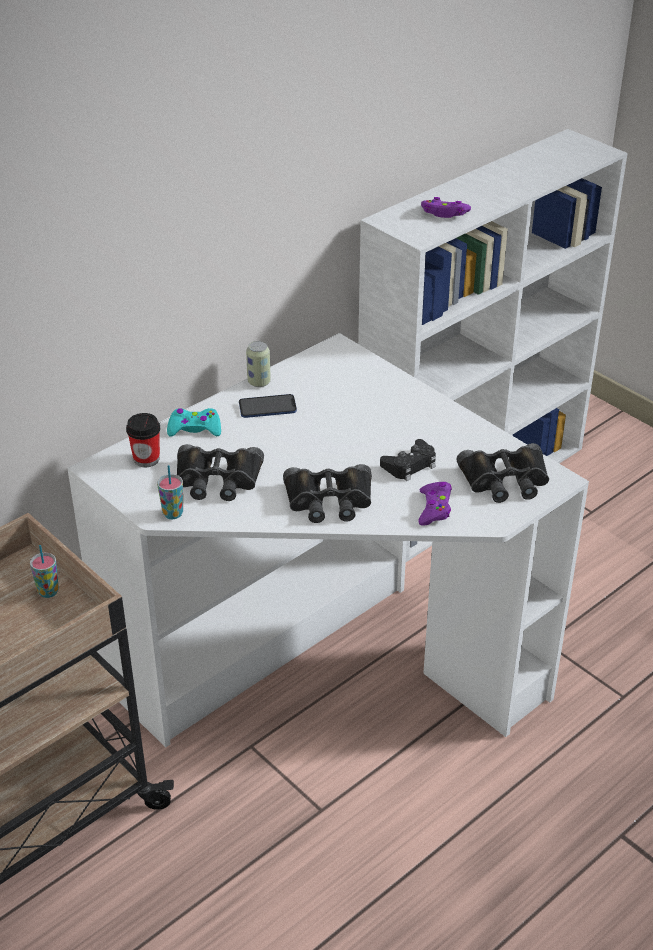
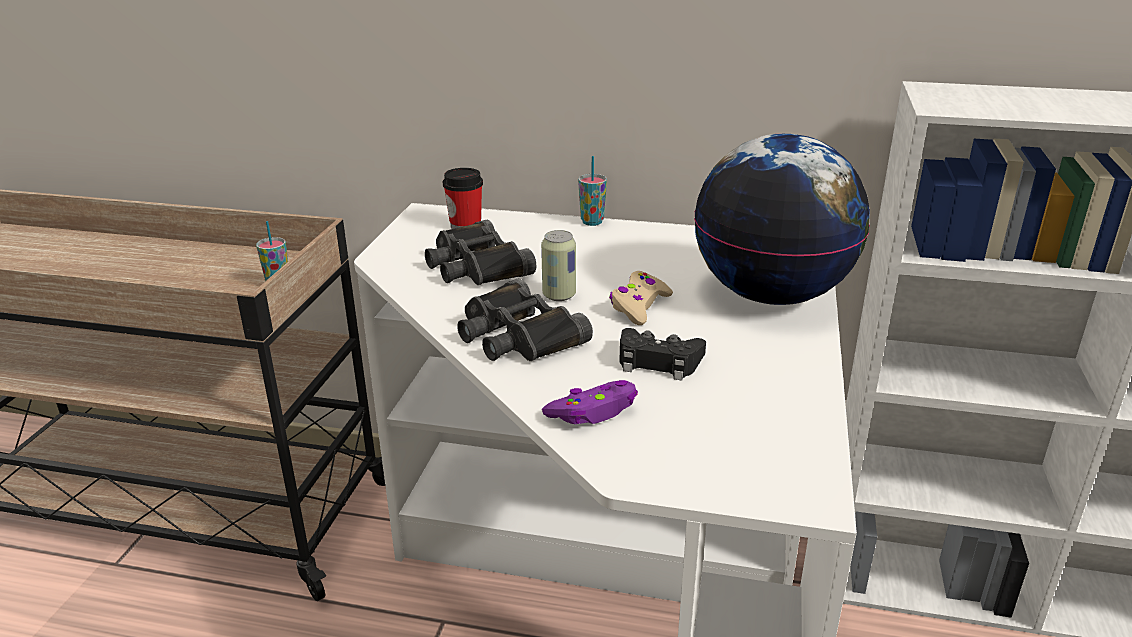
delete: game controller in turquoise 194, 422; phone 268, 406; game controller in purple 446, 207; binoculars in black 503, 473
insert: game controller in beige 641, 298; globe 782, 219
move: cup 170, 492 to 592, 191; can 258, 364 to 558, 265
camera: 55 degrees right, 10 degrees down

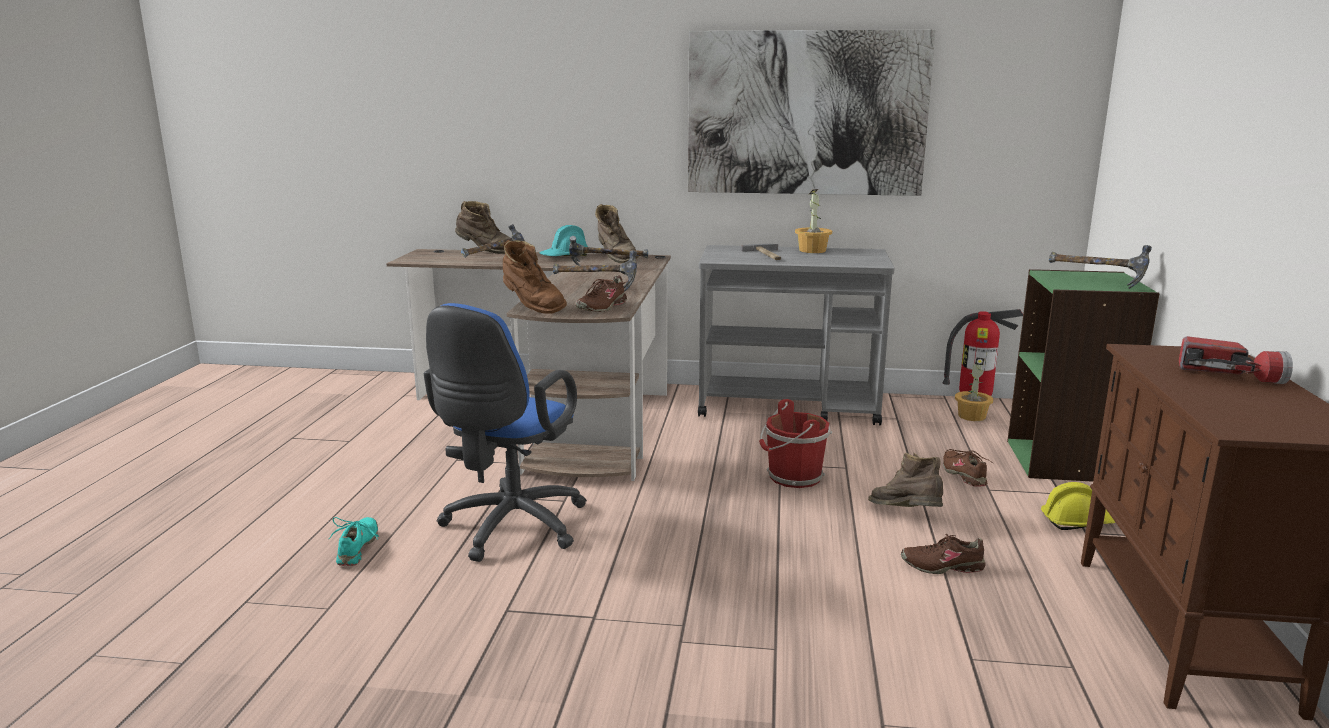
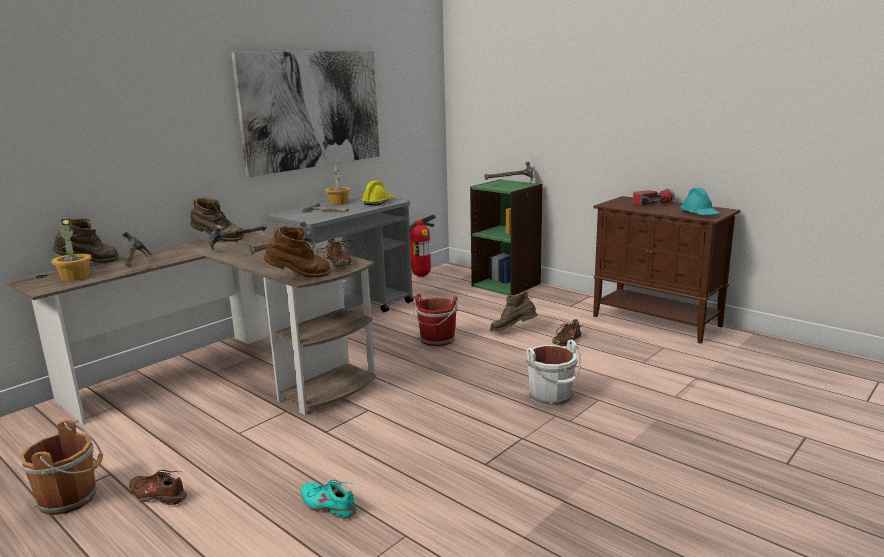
delete: office chair in blue 505, 432
insert: bucket in brown 61, 467; bucket in white 553, 373
move: hard hat in turquoise 564, 240 to 700, 201; shoe in brown 968, 468 to 158, 487; potted plant 974, 389 to 71, 249; hard hat in yellow 1078, 506 to 378, 193
camera: 55 degrees left, 0 degrees up

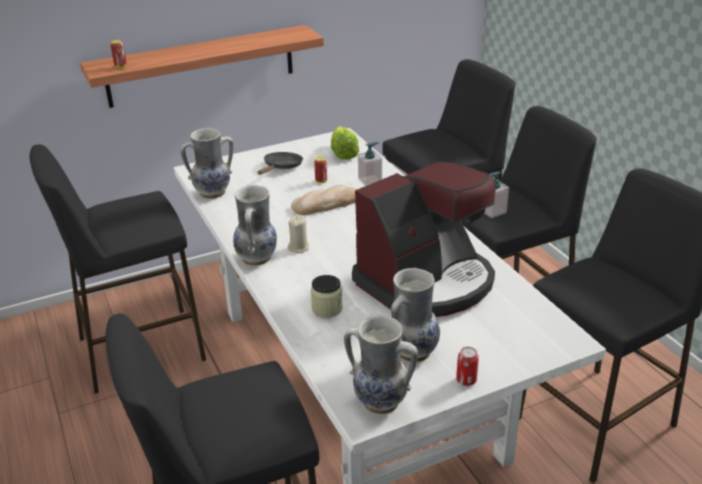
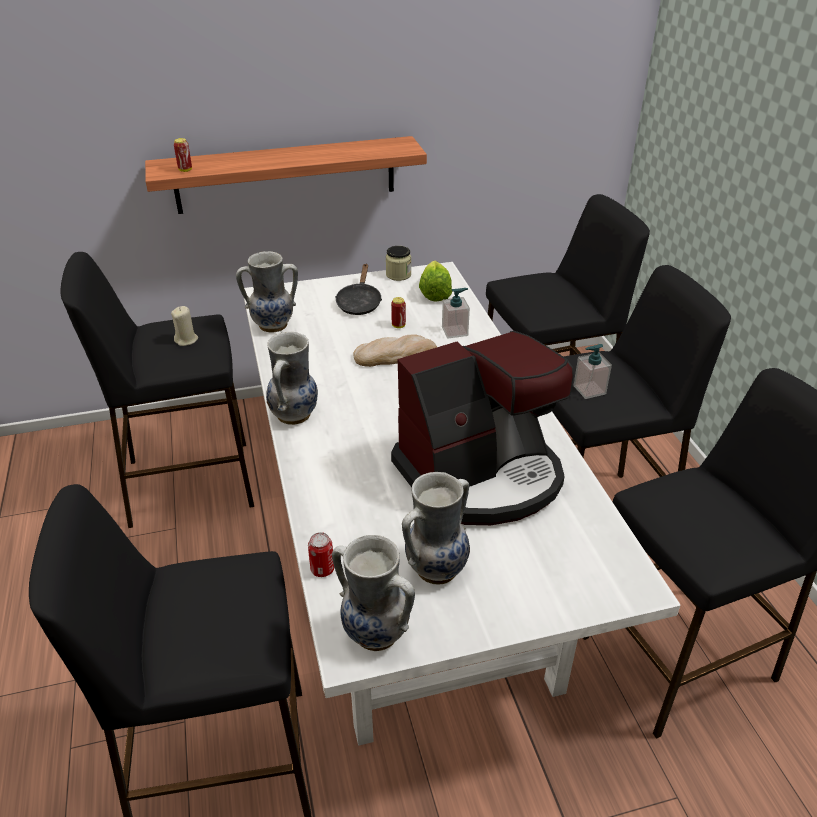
move: candle in beige 298, 234 to 184, 326; jar 327, 296 to 398, 263; can 467, 366 to 321, 554
rotate: frying pan in black 280, 163 = 358, 289 150 degrees clockwise
camera: 10 degrees right, 5 degrees up

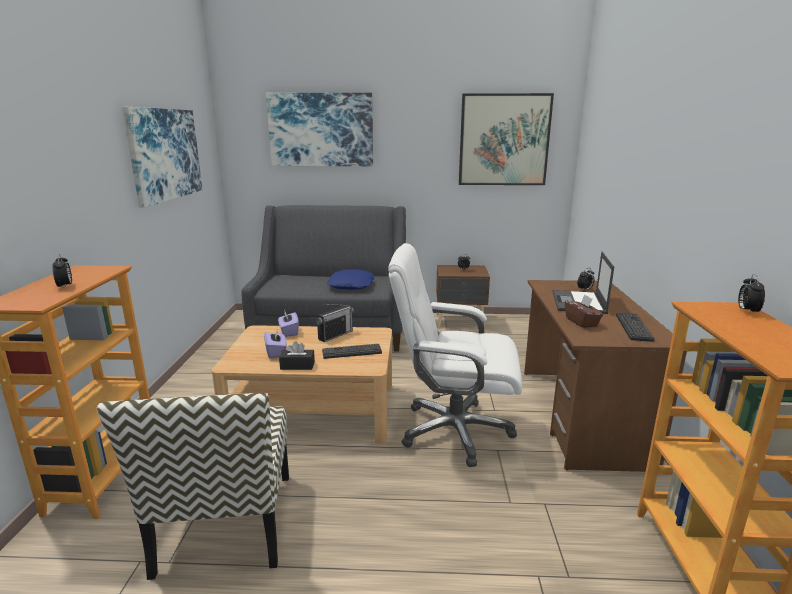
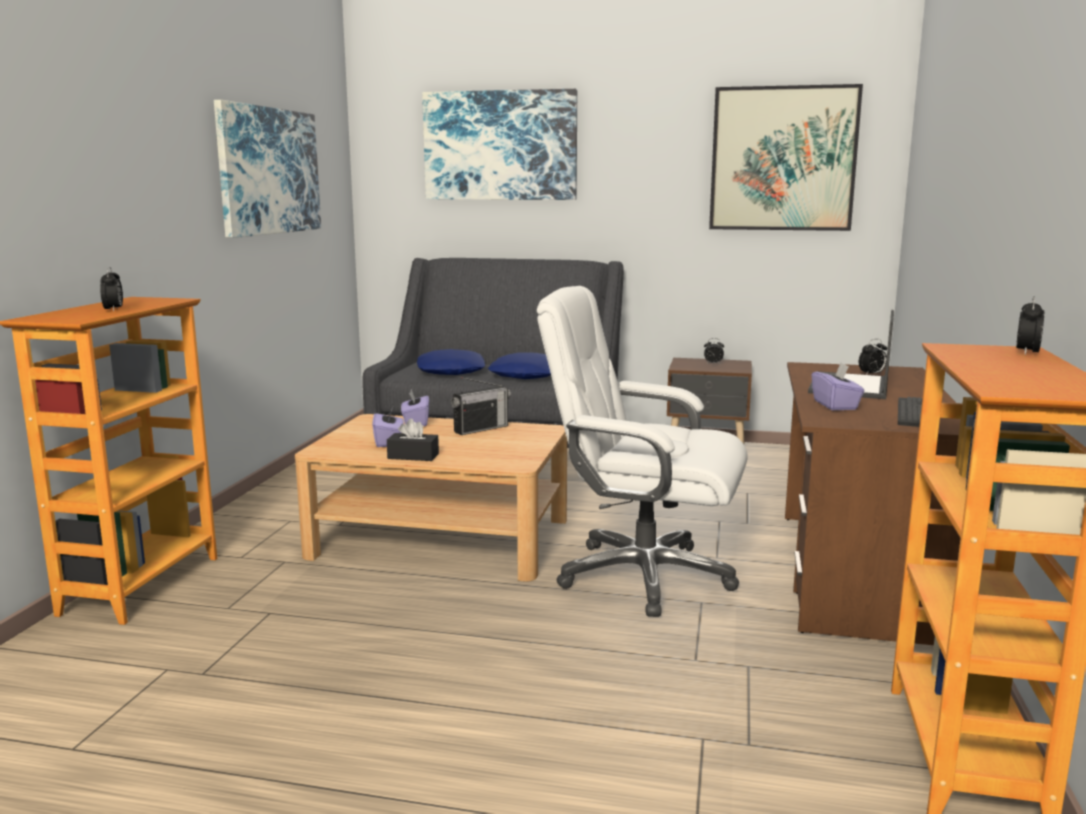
delete: chair 193, 486; keyboard 352, 351
insert: pillow in blue 451, 362
recolor: tissue box in brown 584, 311 to tissue box in purple 838, 386
camera: 10 degrees right, 5 degrees down

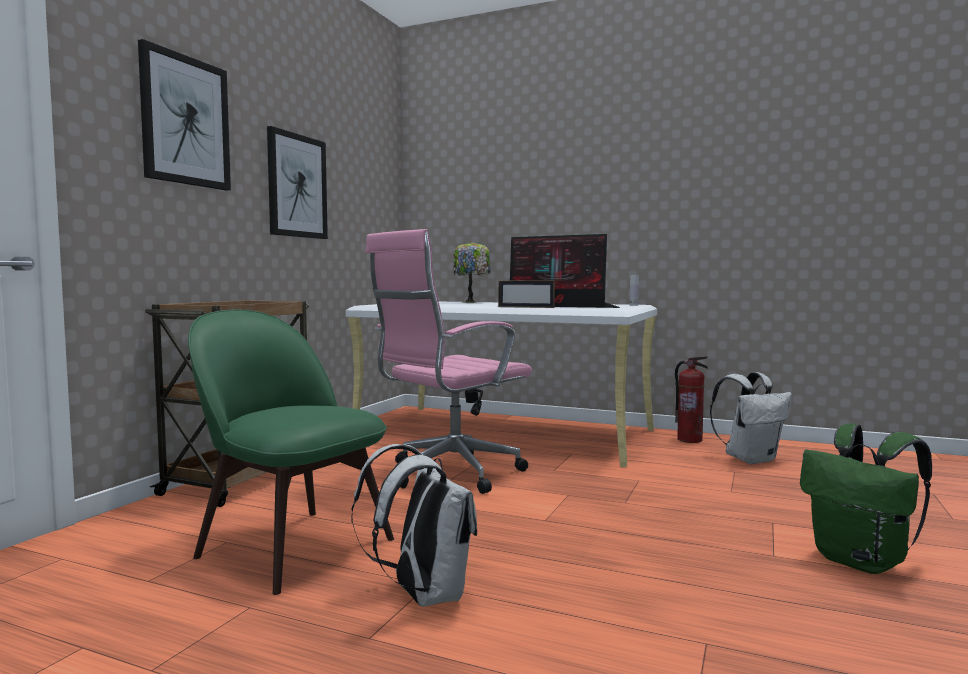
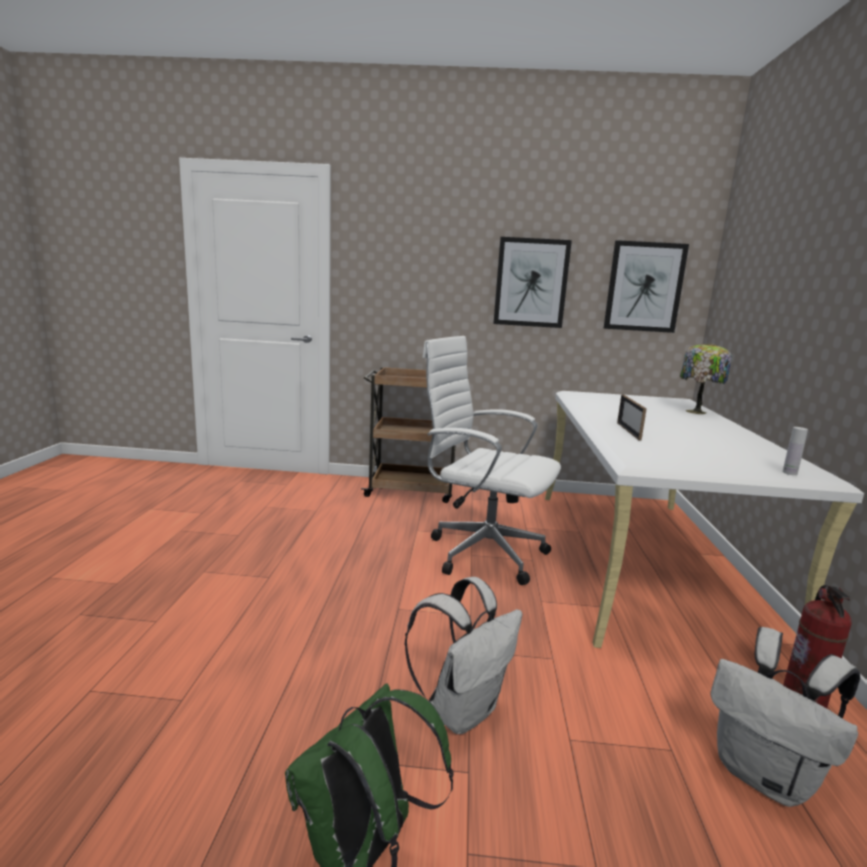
delete: chair in green 291, 452; monitor 565, 271
move: picture 184, 114 to 646, 286; backpack in white 414, 525 to 463, 655
recolor: office chair in pink 449, 361 to office chair in white 491, 460
camera: 70 degrees right, 10 degrees up

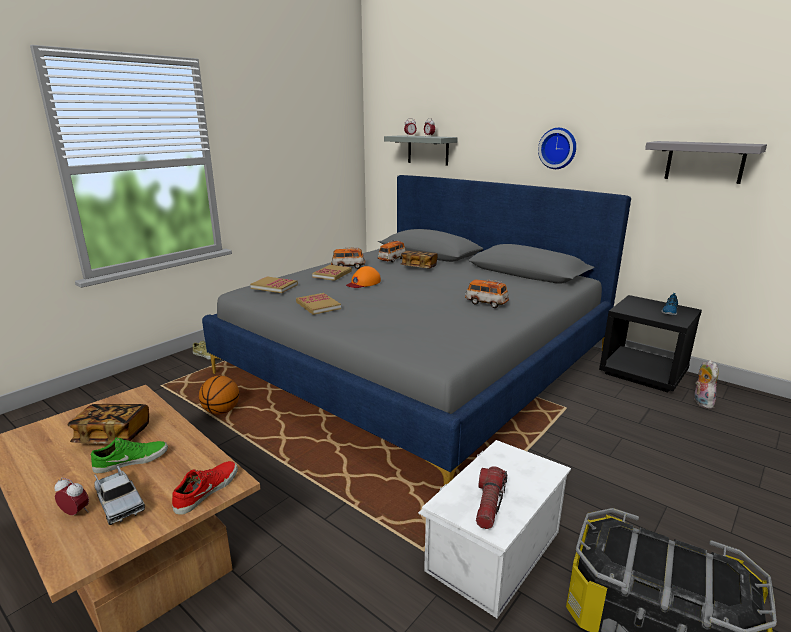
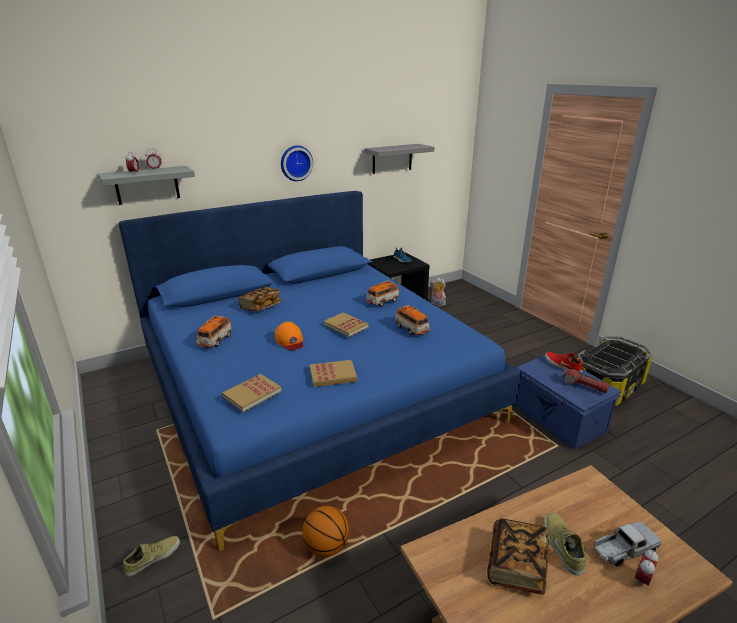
move: shoe in red 205, 488 to 564, 362; book 332, 273 to 346, 324; toy car 392, 251 to 412, 320
recolor: shoe in green 129, 455 to shoe in beige 565, 544; bed in grey 416, 330 to bed in blue 320, 371; storage box in white 494, 529 to storage box in blue 567, 402
camera: 70 degrees left, 5 degrees up

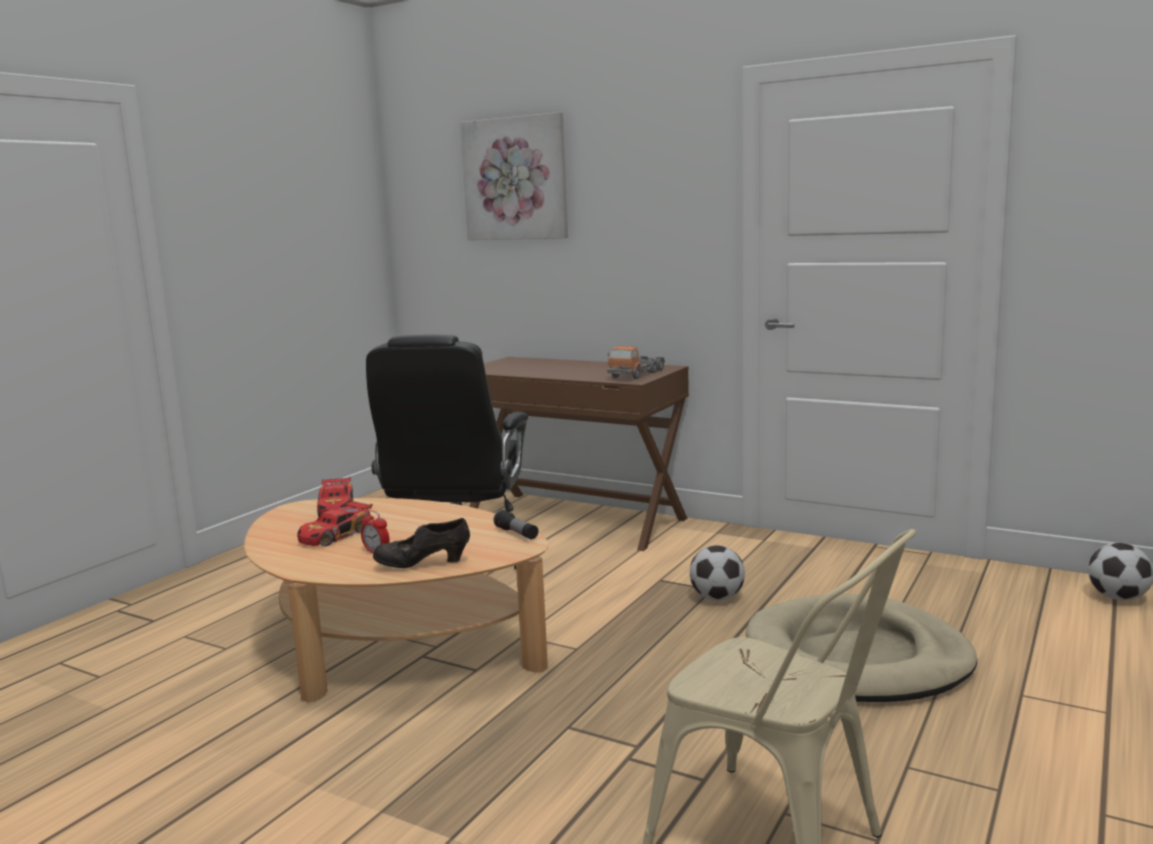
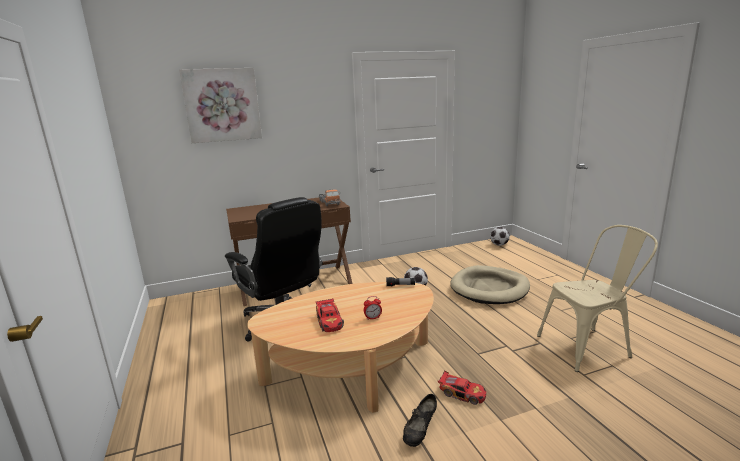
move: toy car 335, 497 to 462, 388; shoe in black 421, 543 to 420, 420
camera: 50 degrees left, 5 degrees up

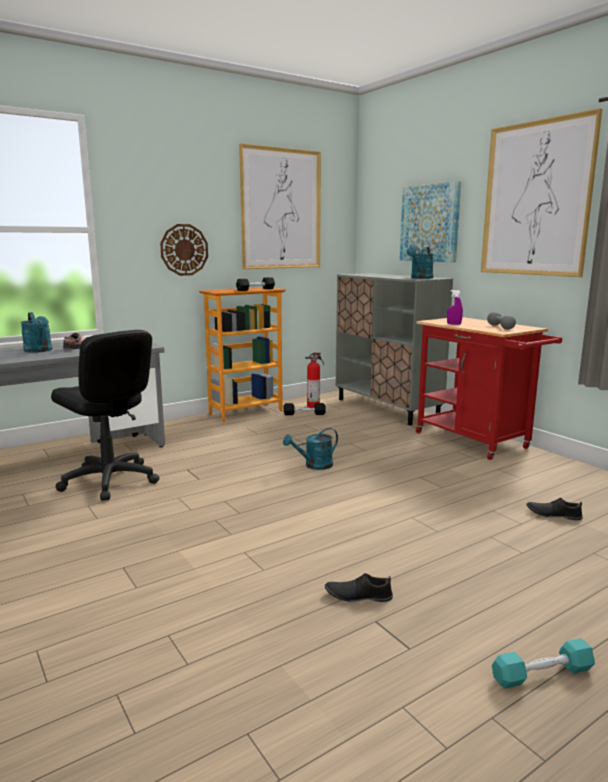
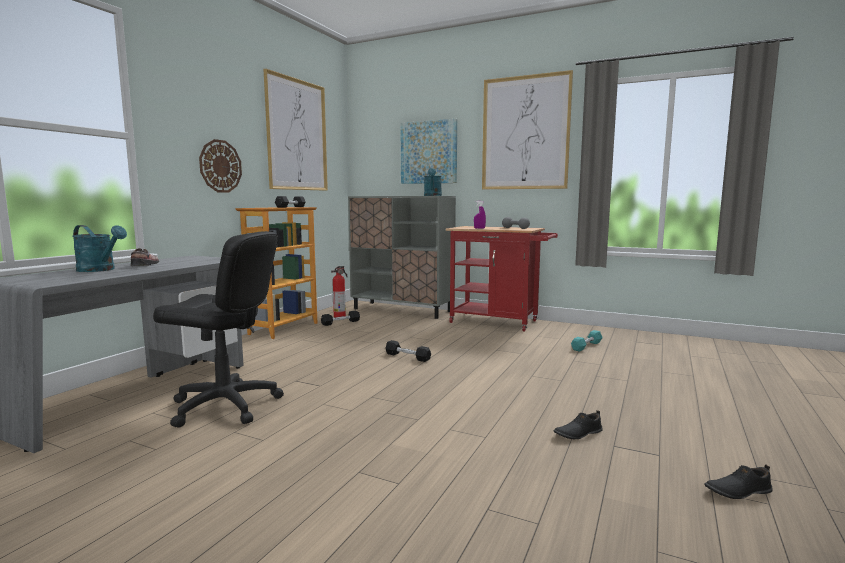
move: dumbbell in turquoise 543, 663 to 587, 341; shoe in black 554, 509 to 738, 481
replace: watering can in turquoise 310, 449 to dumbbell in black 408, 351
camera: 30 degrees left, 5 degrees down

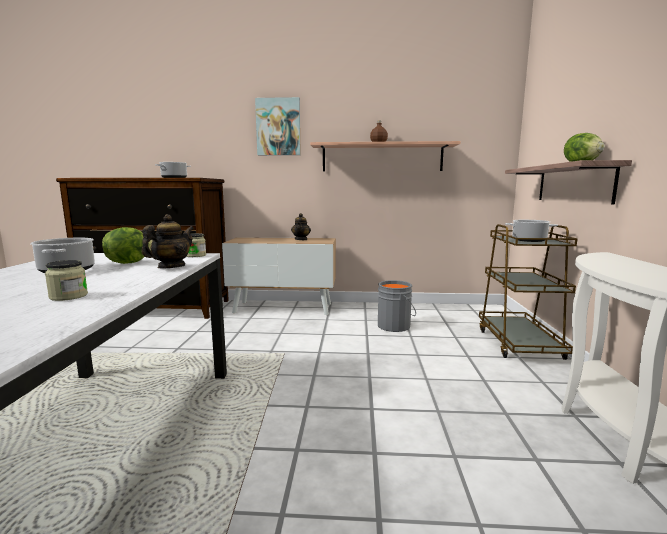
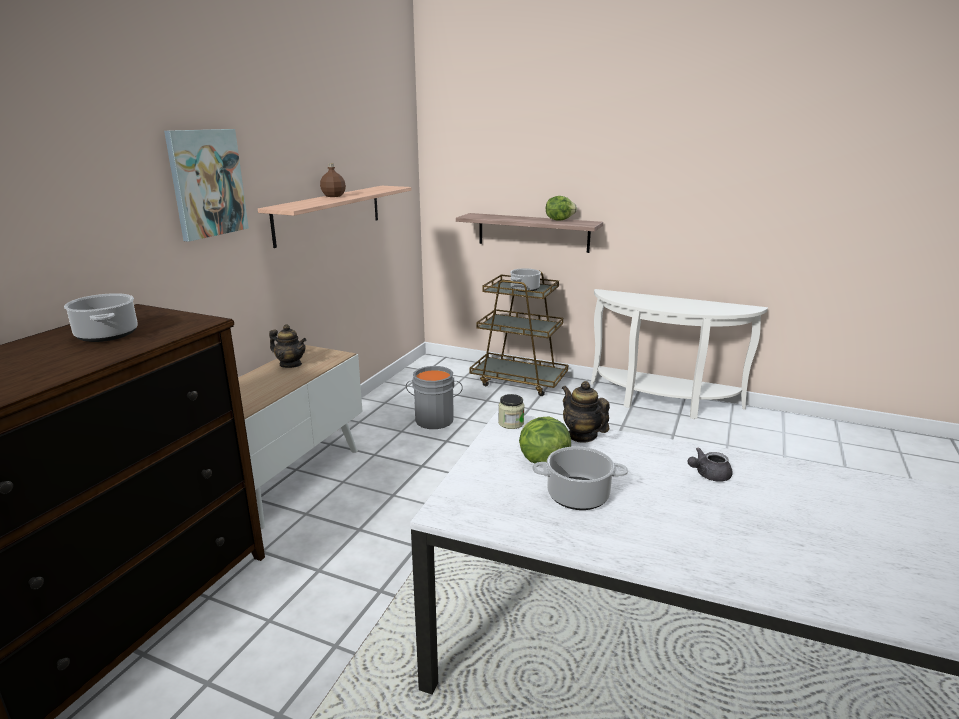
replace: jar 66, 280 to teapot in grey 710, 464
camera: 70 degrees left, 10 degrees up

